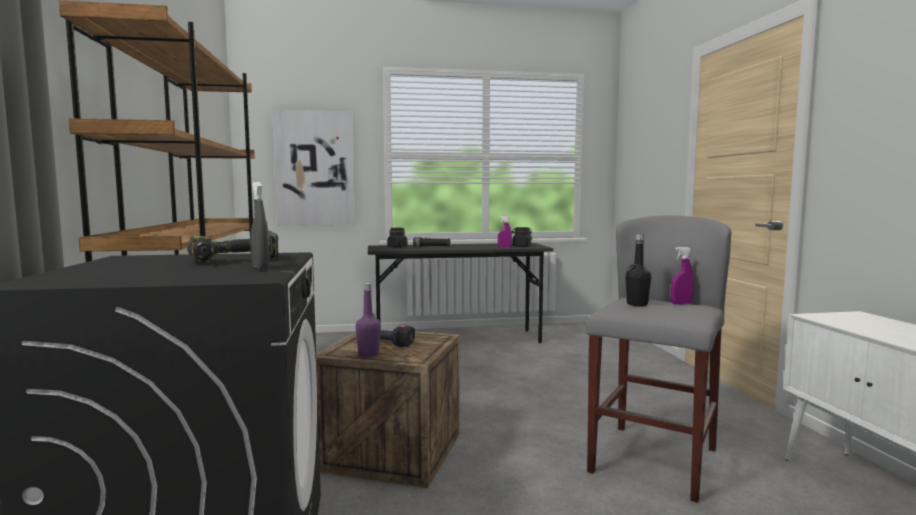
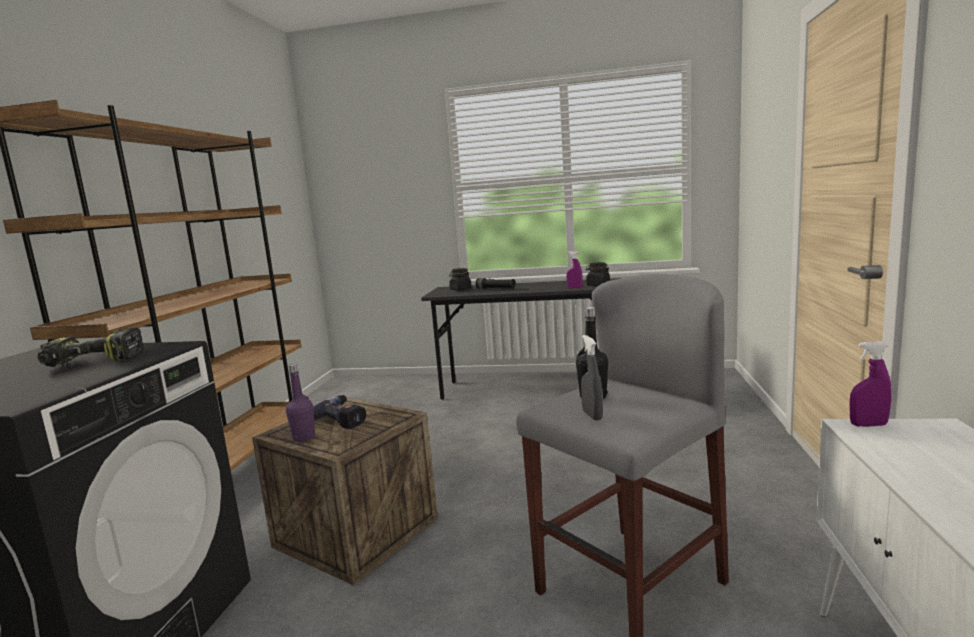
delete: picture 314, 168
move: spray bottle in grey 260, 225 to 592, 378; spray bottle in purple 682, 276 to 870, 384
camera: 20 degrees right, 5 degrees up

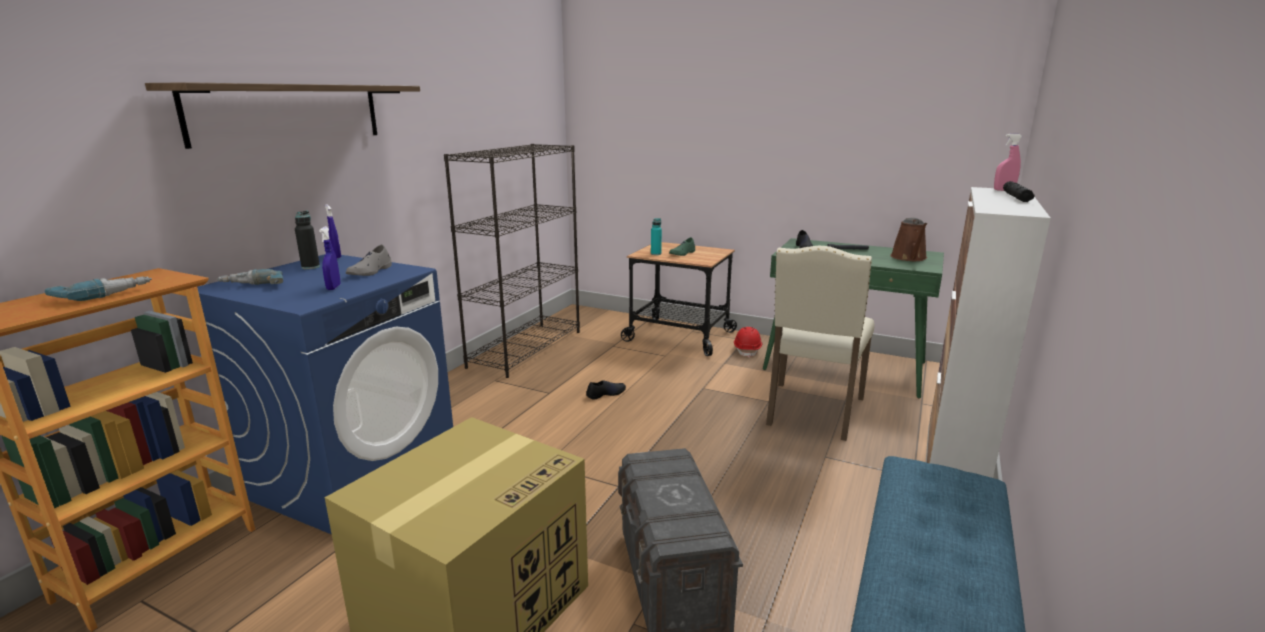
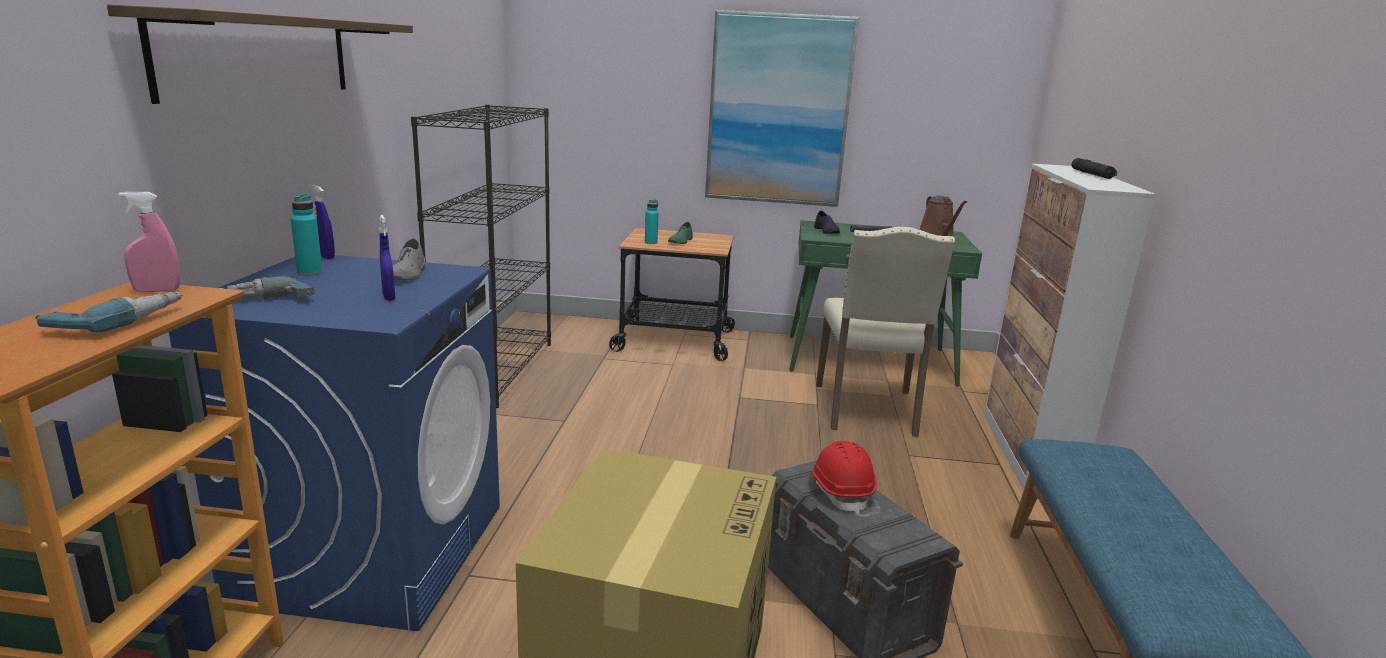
delete: shoe in black 606, 390
insert: picture 782, 108
move: hard hat in red 748, 342 to 843, 477; spray bottle in pink 1008, 162 to 149, 242
recolor: bottle in black 307, 240 to bottle in turquoise 307, 235
camera: 20 degrees left, 0 degrees up

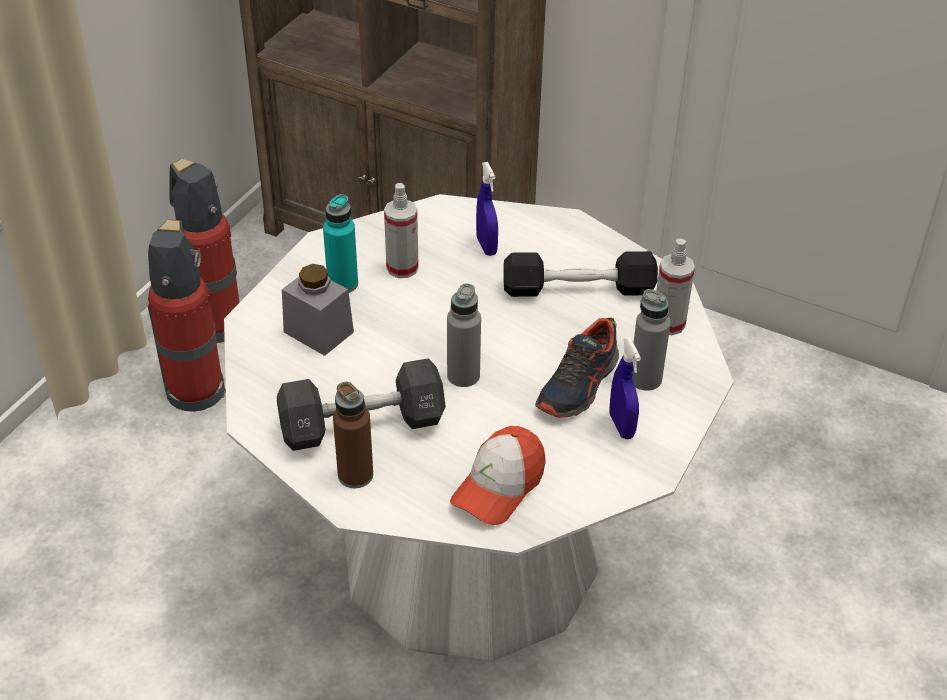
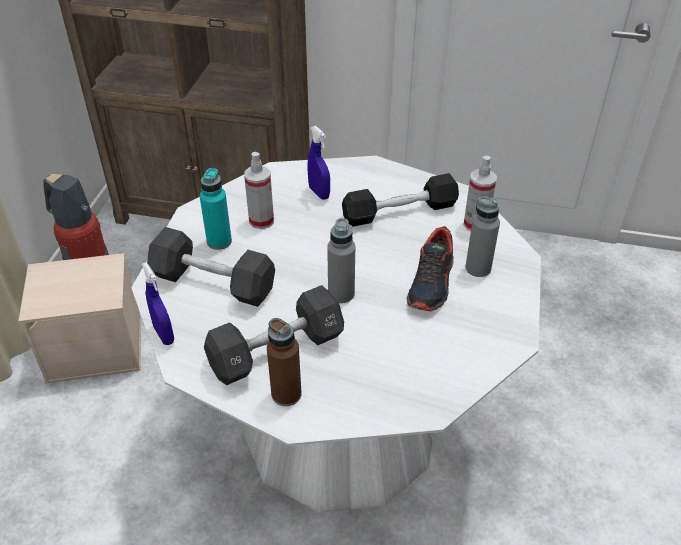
delete: cap 498, 475
move: spray bottle in blue 625, 388 to 158, 303
replace: fire extinguisher 187, 315 to storage box in beige 79, 318; jar in grey 318, 310 to dumbbell in black 211, 267
camera: 15 degrees left, 0 degrees up

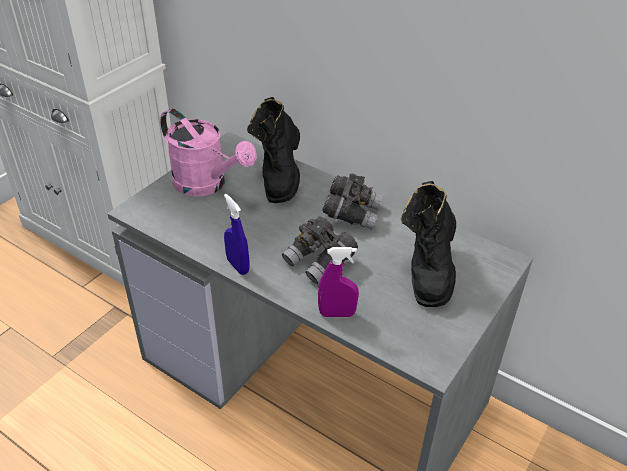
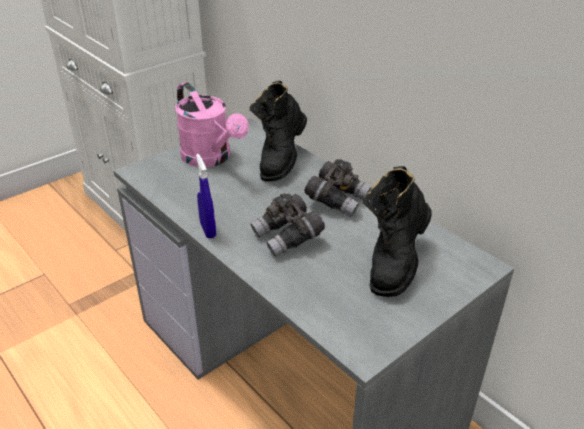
delete: spray bottle in purple 338, 282
camera: 15 degrees right, 5 degrees down

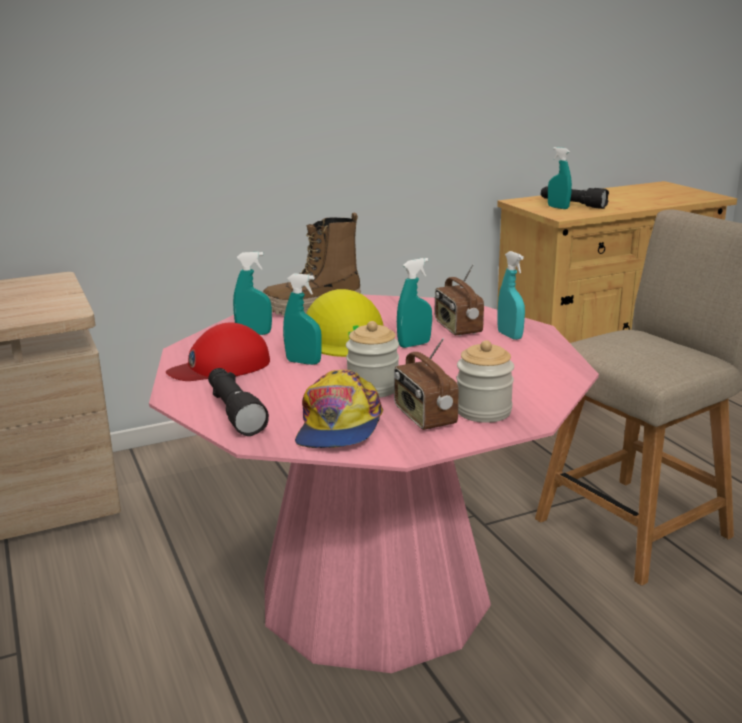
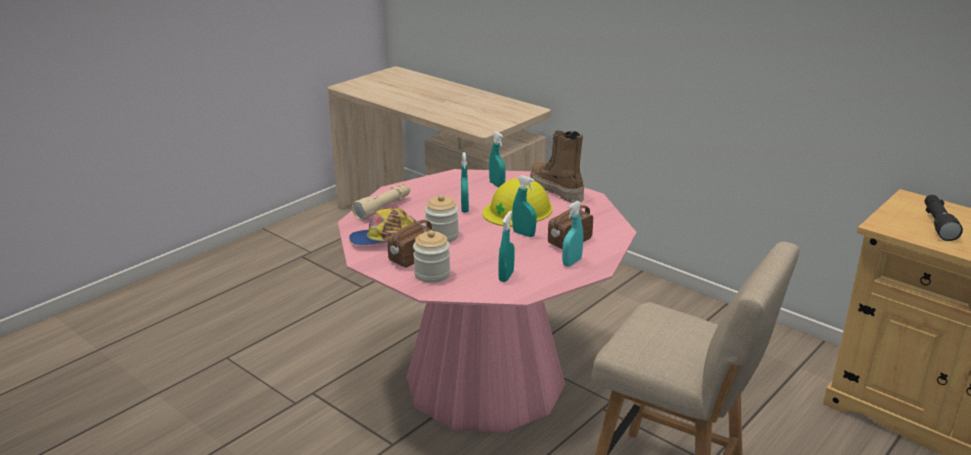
delete: cap in red 218, 352
move: spray bottle in turquoise 560, 178 to 507, 246
recolor: flashlight in black 238, 402 to flashlight in beige 380, 202
camera: 65 degrees right, 5 degrees up

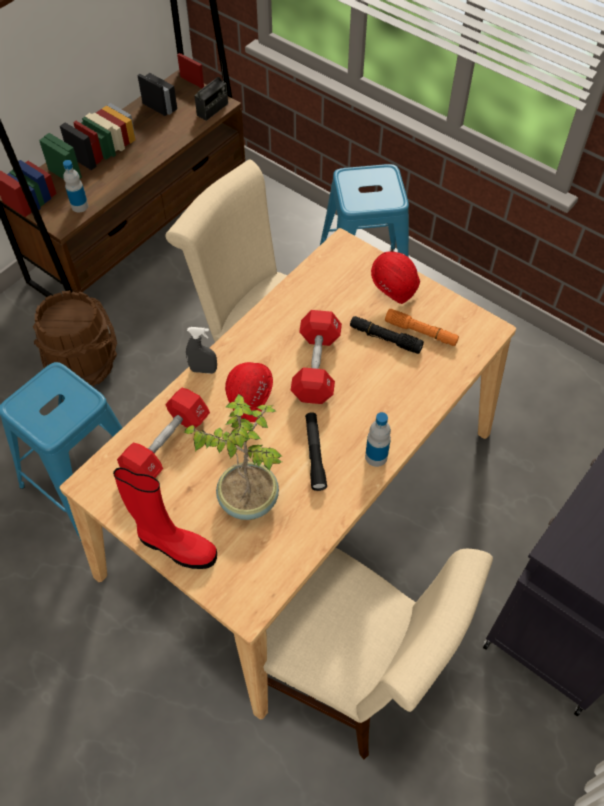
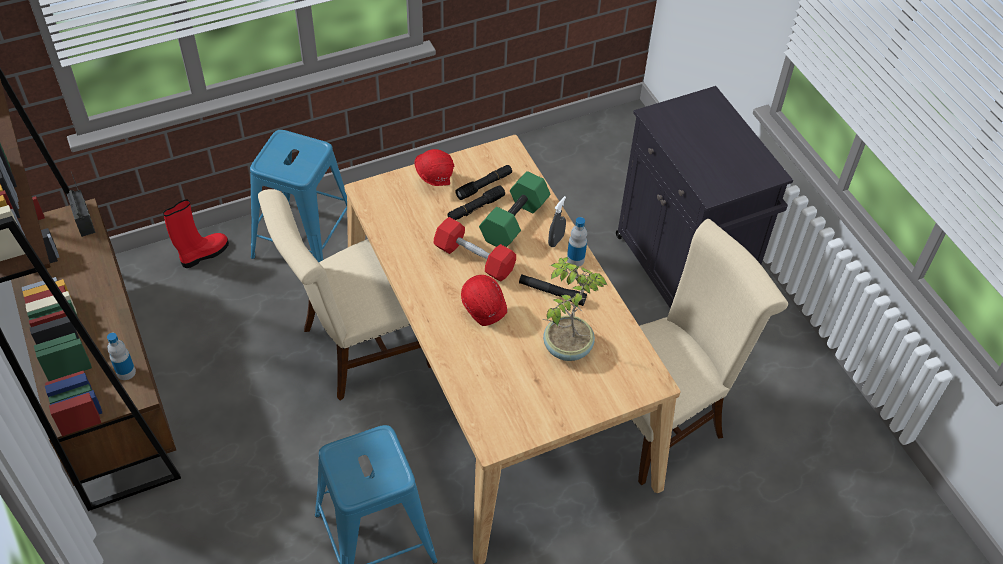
delete: bucket in brown 75, 338; dumbbell in red 163, 432
insert: dumbbell in green 515, 209
move: boot in red 165, 518 to 196, 233; spray bottle in grey 201, 350 to 557, 221
recolor: flashlight in orange 422, 327 to flashlight in black 483, 182
camera: 65 degrees left, 5 degrees down

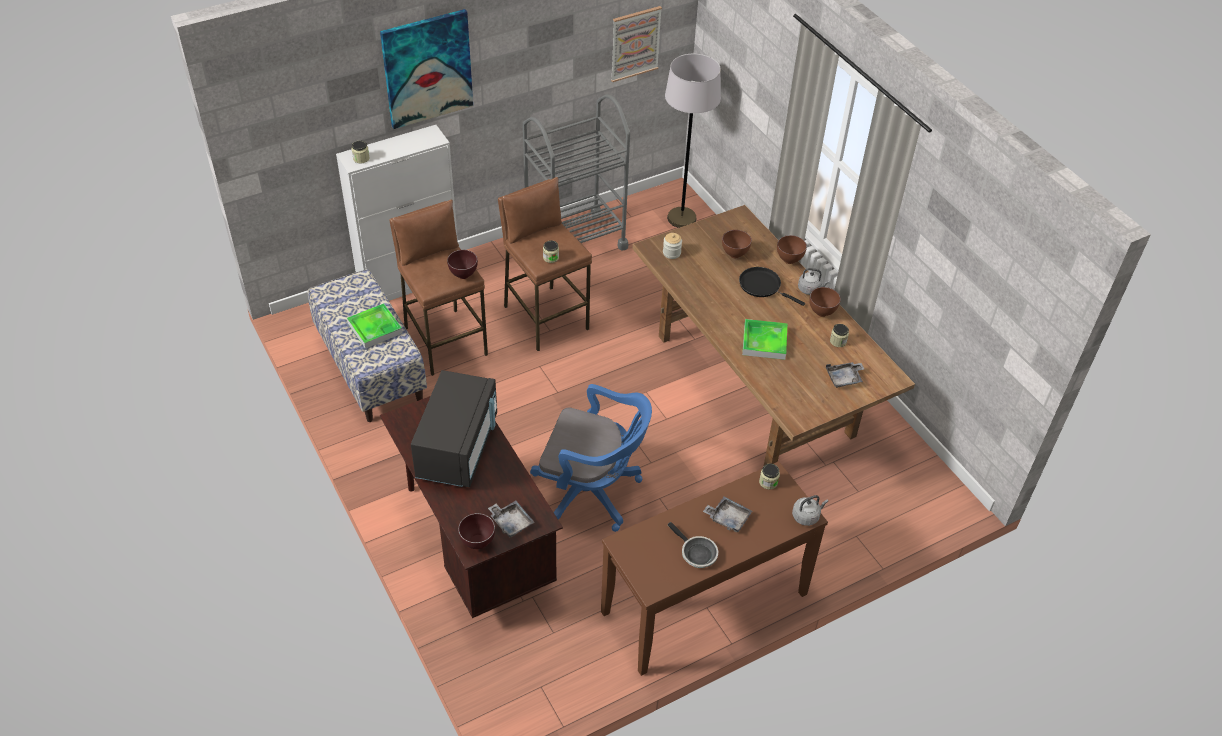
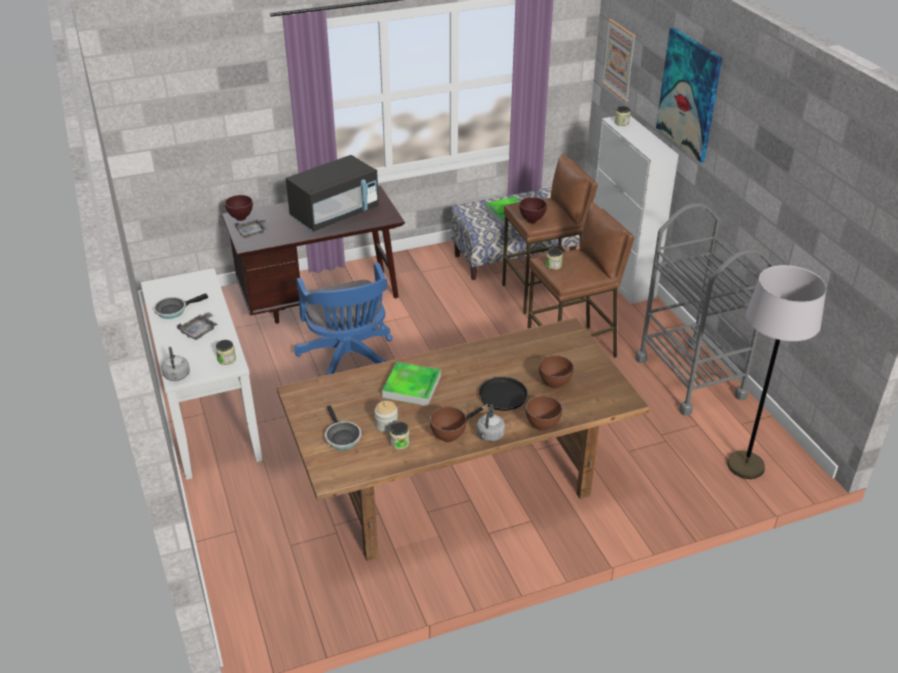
move: picture 636, 44 to 619, 60; jar 672, 246 to 386, 417
replace: tray in grey 845, 375 to frying pan 343, 428
recolor: console table in brown 714, 568 to console table in white 202, 374
rotate: microwave in black 454, 429 = 332, 193 60 degrees counterclockwise; office chair in blue 591, 458 = 343, 319 45 degrees counterclockwise
camera: 100 degrees right, 10 degrees down

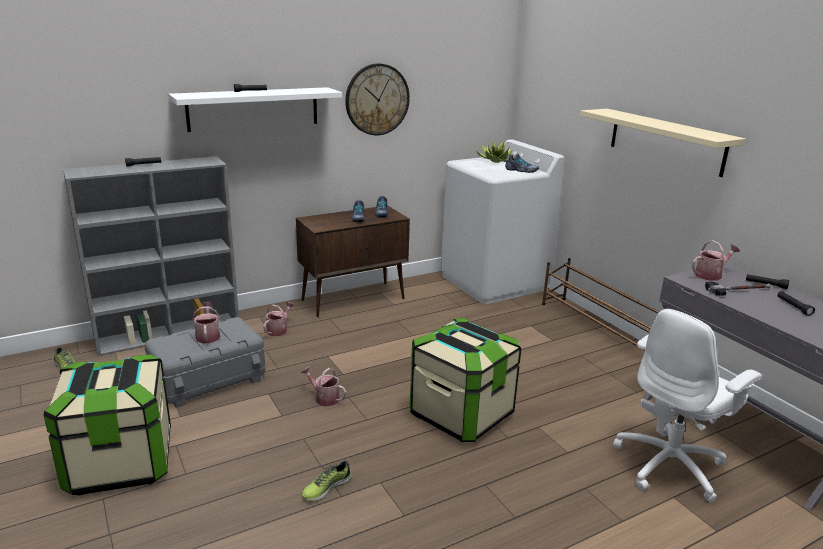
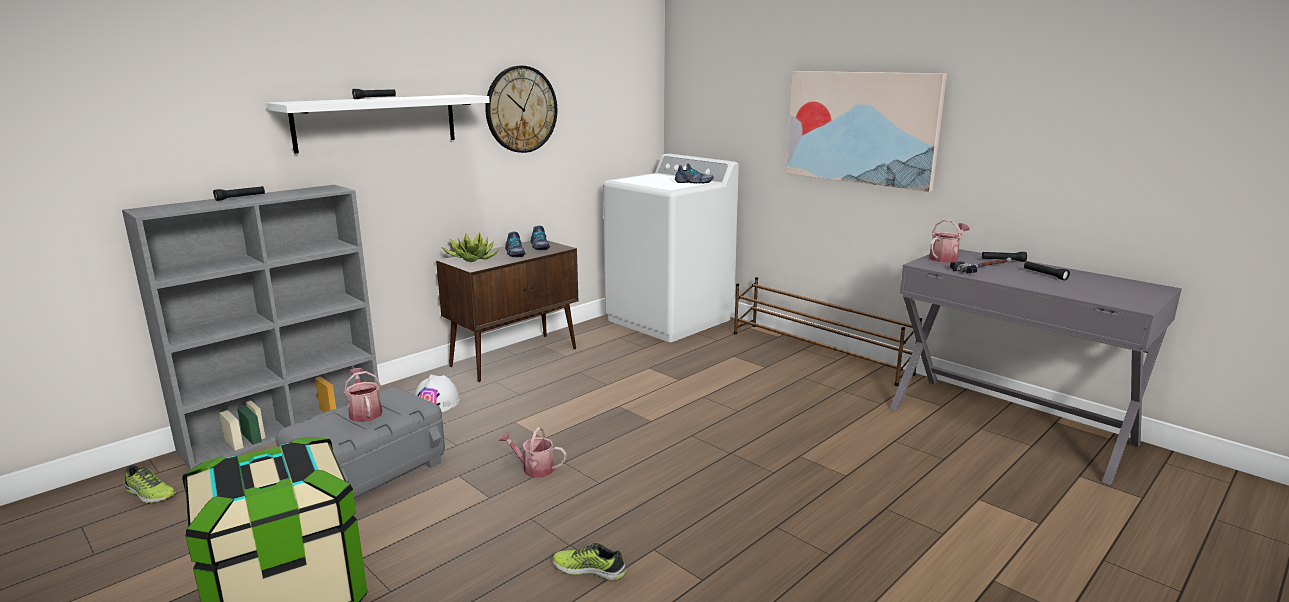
delete: storage box 465, 380; office chair in white 687, 406
move: potted plant 496, 152 to 470, 247
replace: watering can 278, 319 to hard hat in white 437, 393; shelf in beige 663, 143 to picture 866, 131
rotate: shoe 327, 481 = 589, 561 75 degrees clockwise
camera: 15 degrees left, 5 degrees down

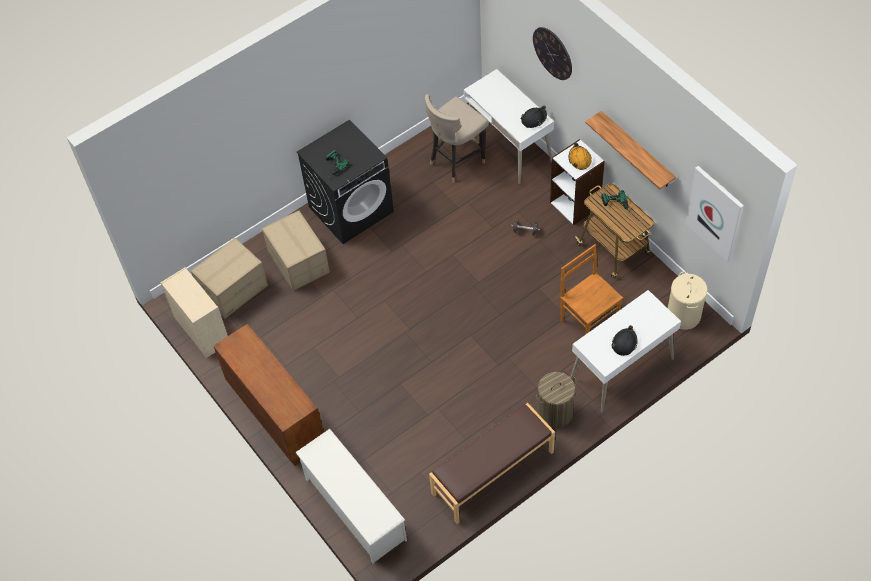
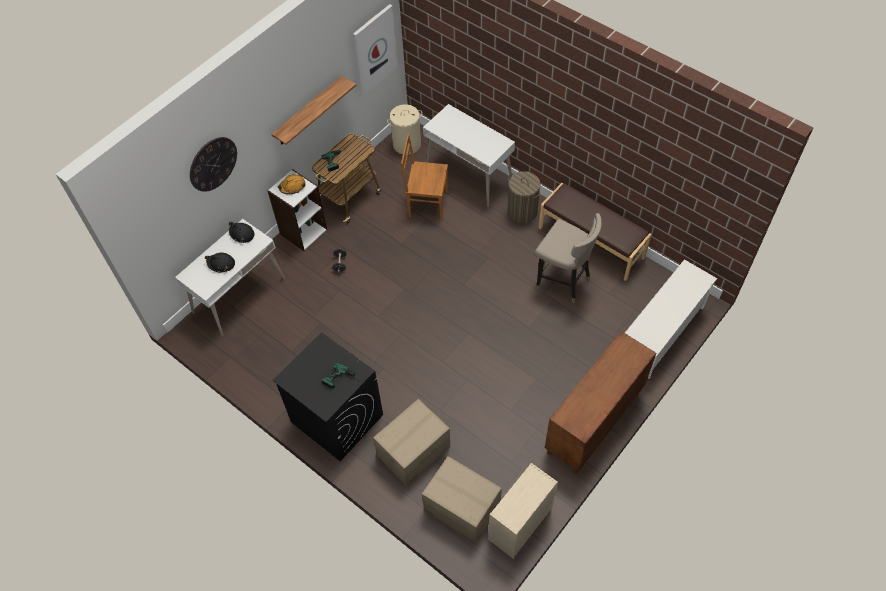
move: stool in beige 457, 138 to 568, 258; hard hat in black 625, 340 to 220, 263
rotate: chair in brown 591, 289 = 424, 177 60 degrees clockwise
camera: 105 degrees left, 0 degrees up

